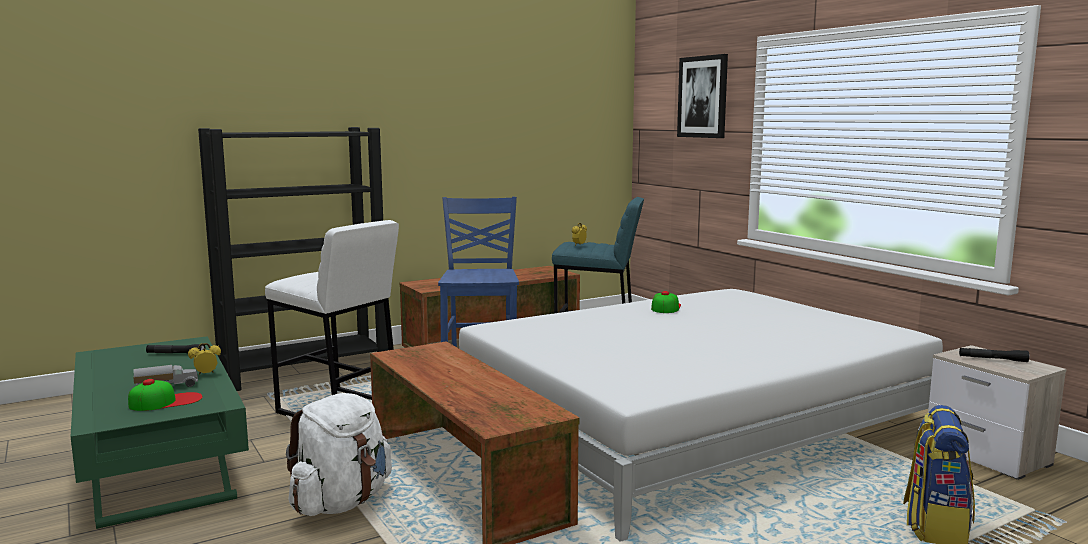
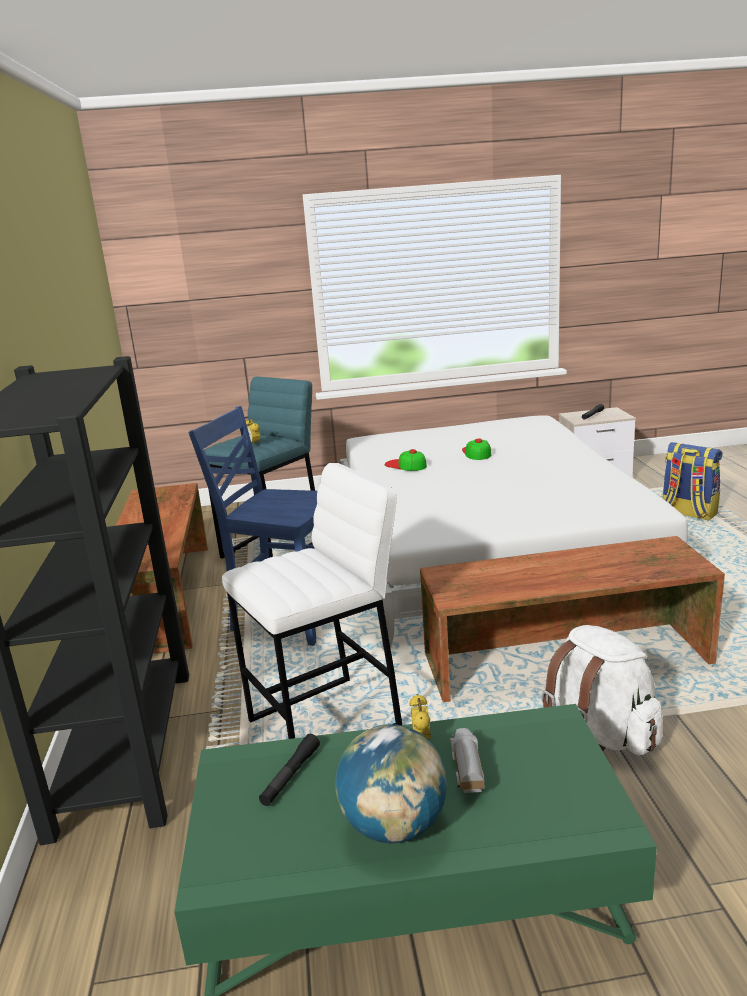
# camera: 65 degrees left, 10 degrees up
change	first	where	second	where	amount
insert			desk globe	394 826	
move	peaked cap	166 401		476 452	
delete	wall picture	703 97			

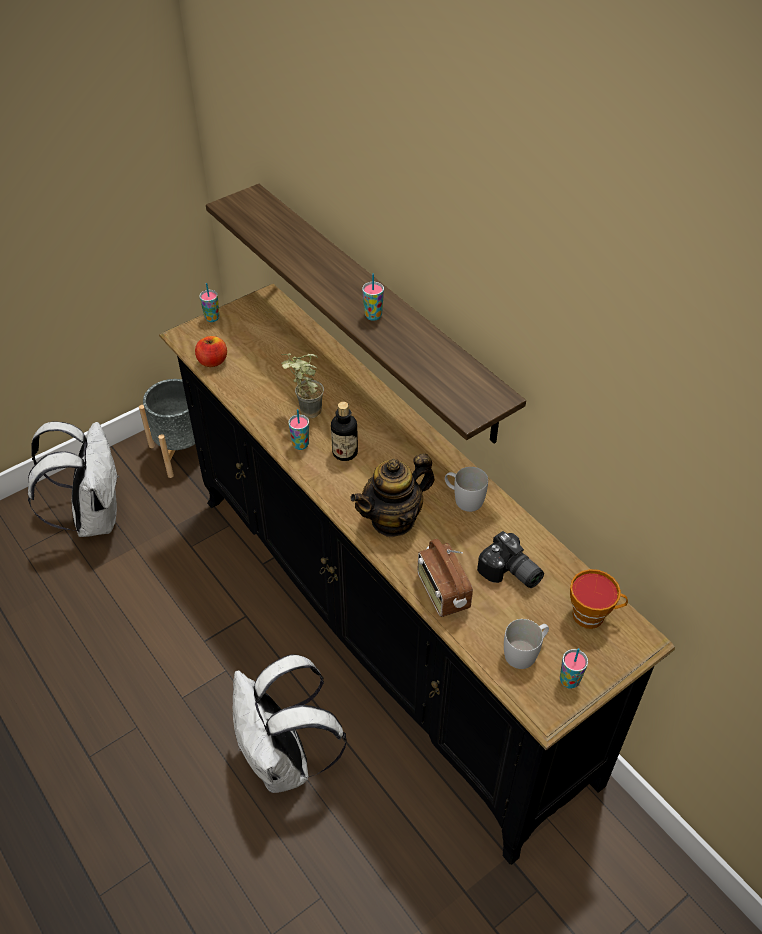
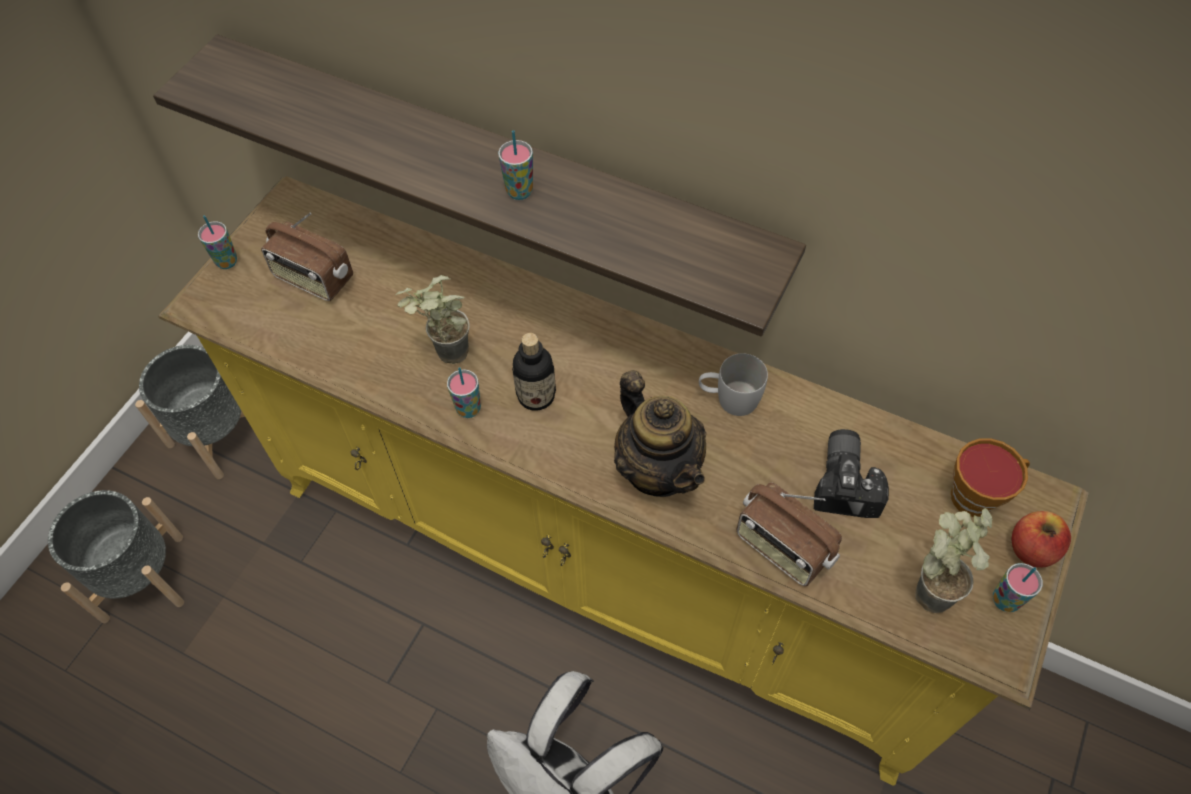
# camera: 25 degrees left, 10 degrees up
change	first	where	second	where	amount
replace	knapsack (whitish)	93 517	flower pot (greyish)	142 578	
recolor	chest of drawers (black-coloured)	381 631	chest of drawers (yellowish)	600 566	
insert			radio	313 279	
rotate	tea pot	393 519		658 469	60 degrees counterclockwise
rotate	still camera	510 573		848 481	105 degrees counterclockwise
replace	mug (whitish)	525 652	plant in a pot	931 585	
move	apple fruit	212 361		1031 548	

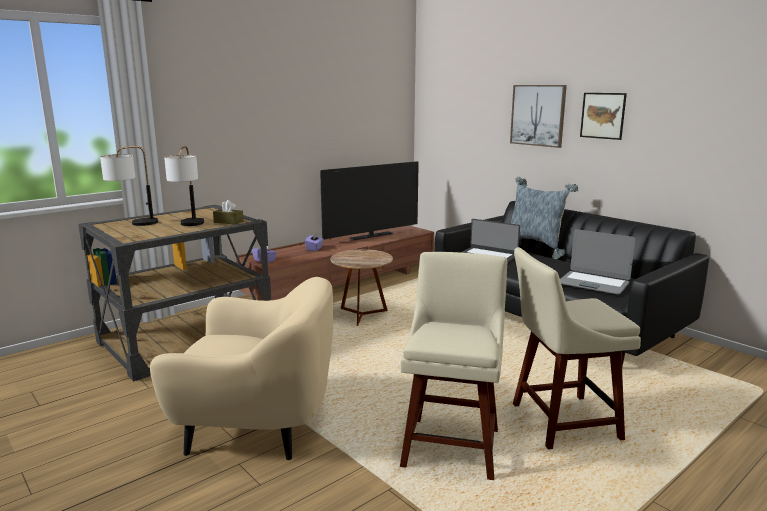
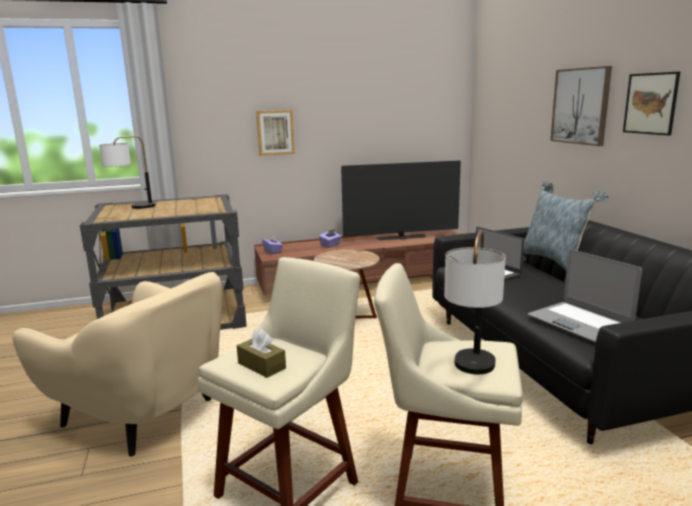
# camera: 25 degrees right, 0 degrees up
change	first	where	second	where	amount
move	box of tissues (brown)	228 222		261 366	
insert			wall picture	275 132	
move	tabletop lamp	189 226		471 374	

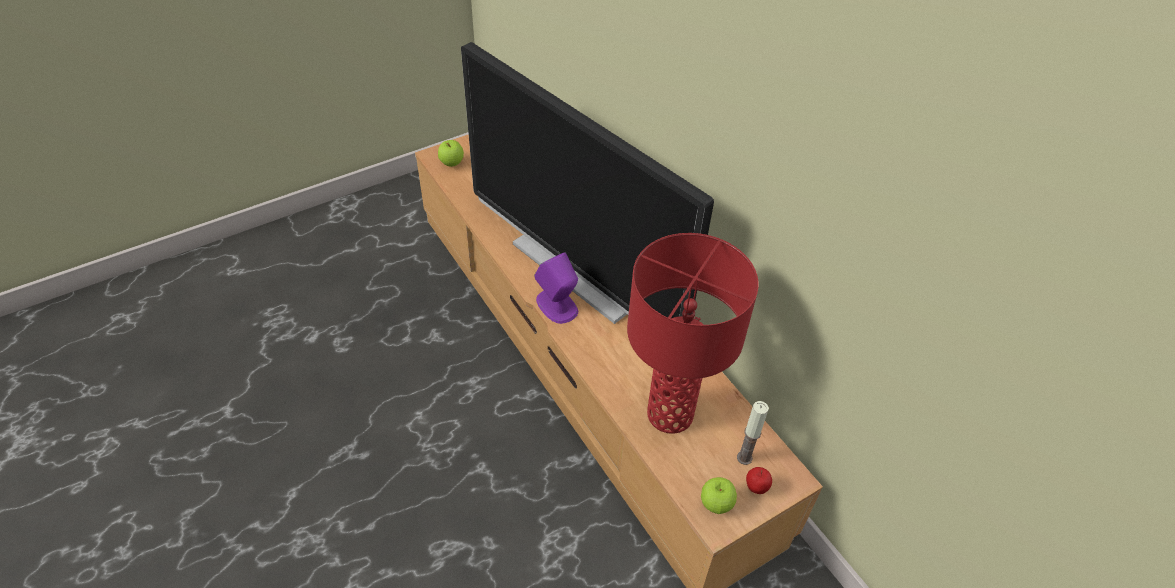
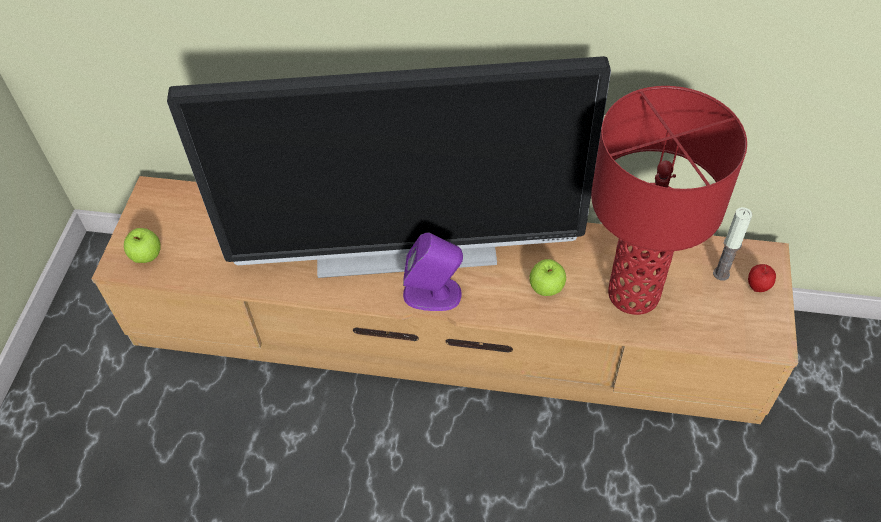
# camera: 45 degrees left, 5 degrees up
change	first	where	second	where	amount
move	apple fruit	716 504		546 288	

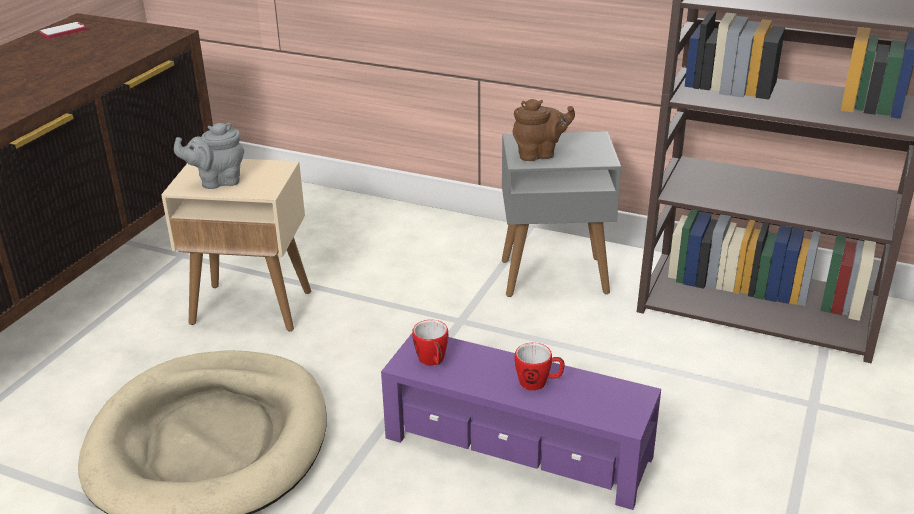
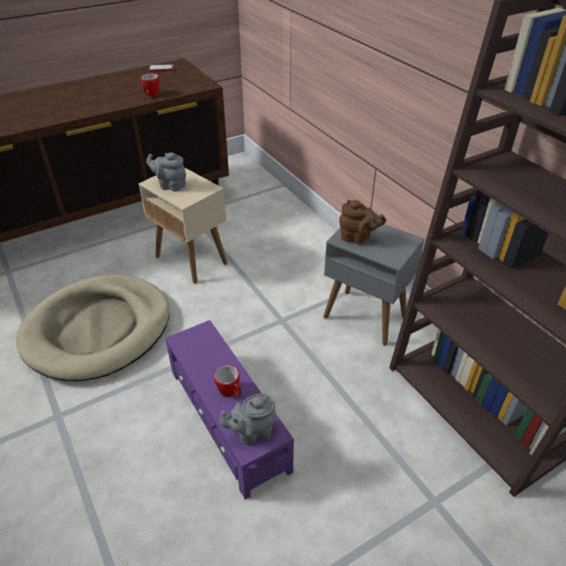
# camera: 35 degrees right, 10 degrees up
change	first	where	second	where	amount
move	mug	433 361		151 95	
insert			tea pot (greyish)	252 432	

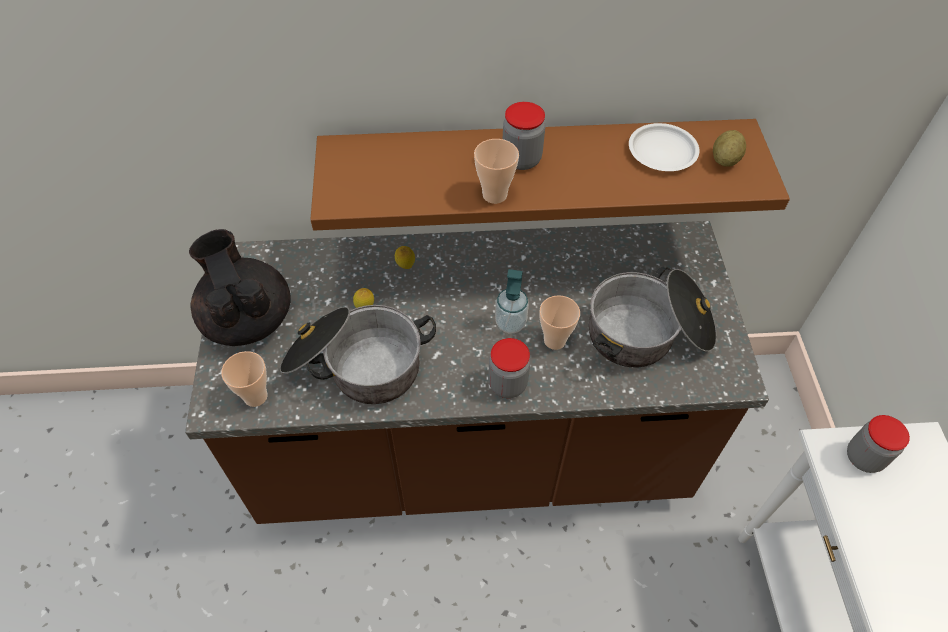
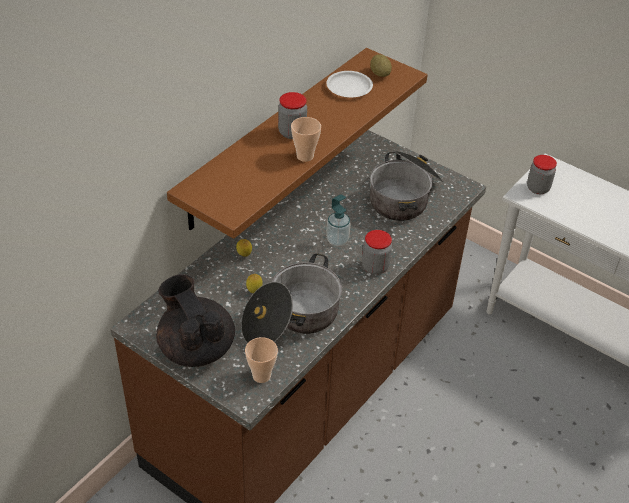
# camera: 50 degrees left, 10 degrees down
change	first	where	second	where	amount
rotate	tea pot (black-coloured)	247 319		196 347	45 degrees clockwise
delete	cup	555 340			

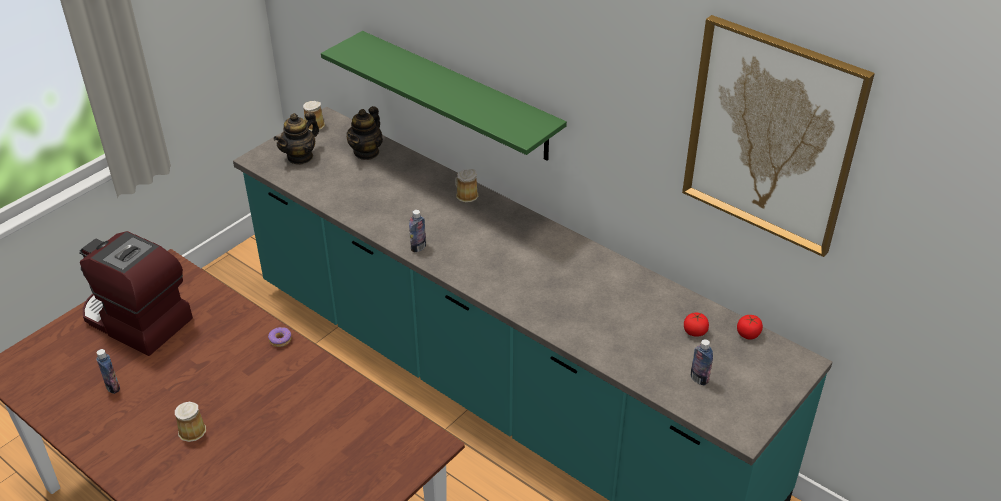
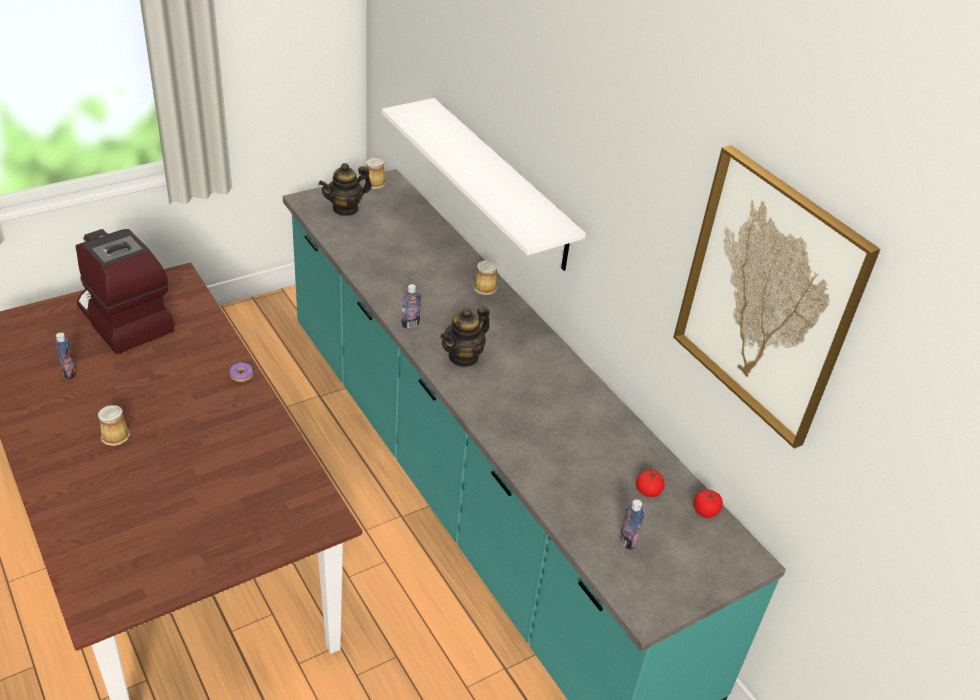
# camera: 15 degrees right, 0 degrees up
change	first	where	second	where	amount
recolor	shelf (greenish)	459 96	shelf (whitish)	501 183	
move	tea pot	366 152		463 357	

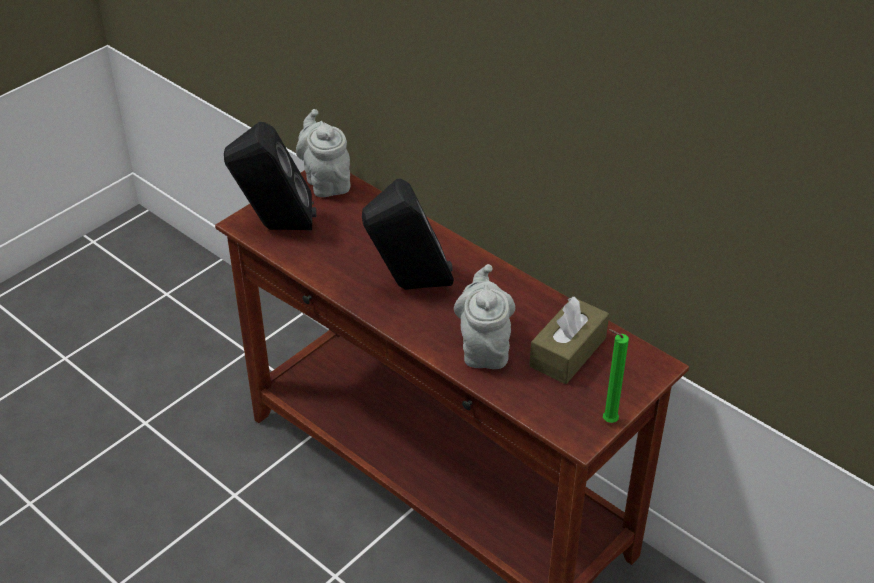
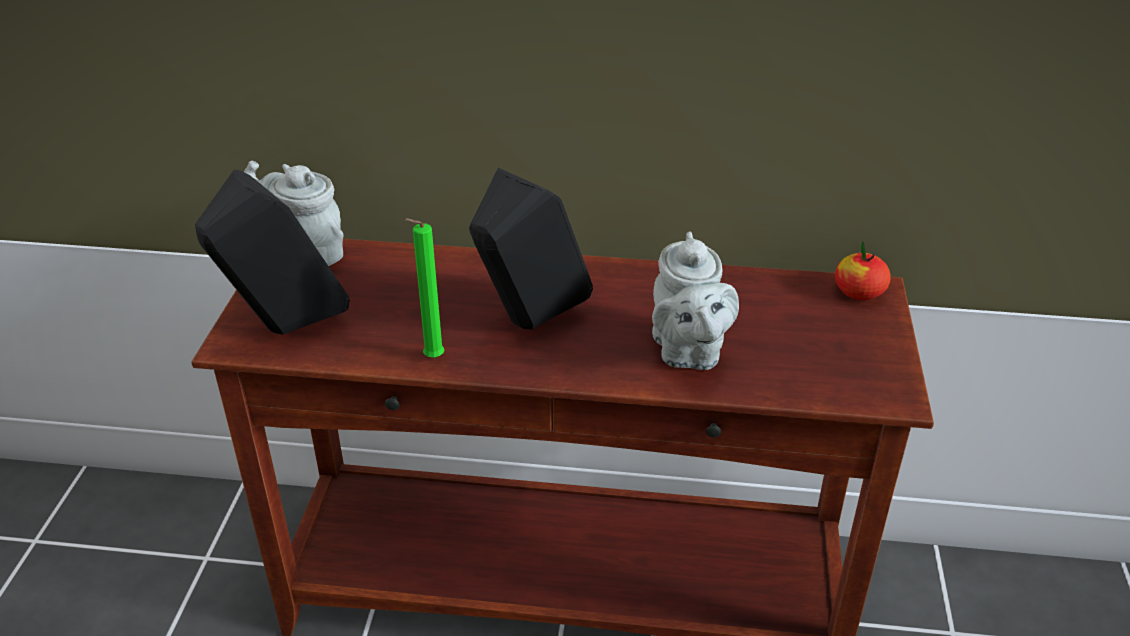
# camera: 35 degrees left, 5 degrees down
change	first	where	second	where	amount
move	wax candle (greenish)	607 421		431 359	
rotate	tea pot (greyish)	484 348		687 352	150 degrees counterclockwise
insert			apple fruit	859 292	
delete	box of tissues (brown)	568 352			

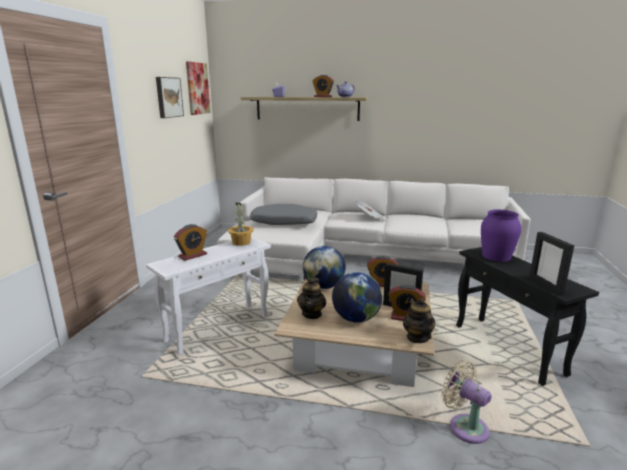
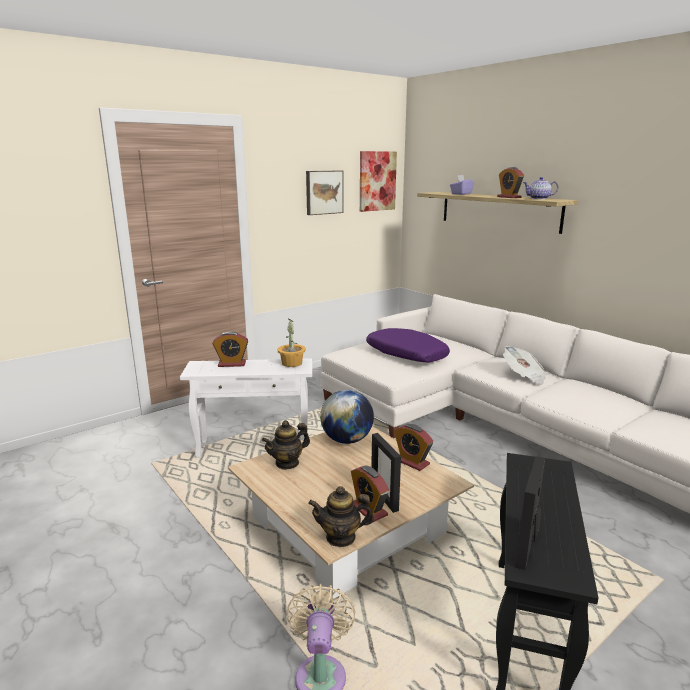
# camera: 40 degrees right, 0 degrees up
change	first	where	second	where	amount
rotate	tea pot	417 337		341 537	120 degrees counterclockwise
recolor	cushion (greyish)	283 222	cushion (purple)	405 354	
delete	desk globe	356 319			
delete	decorative vase (purple)	496 256			

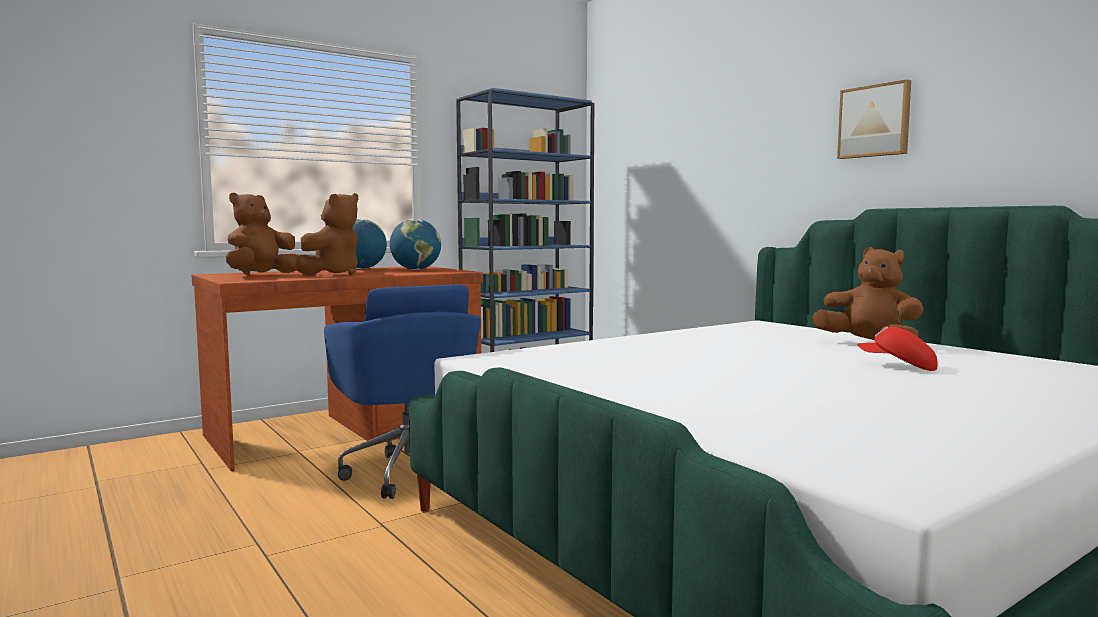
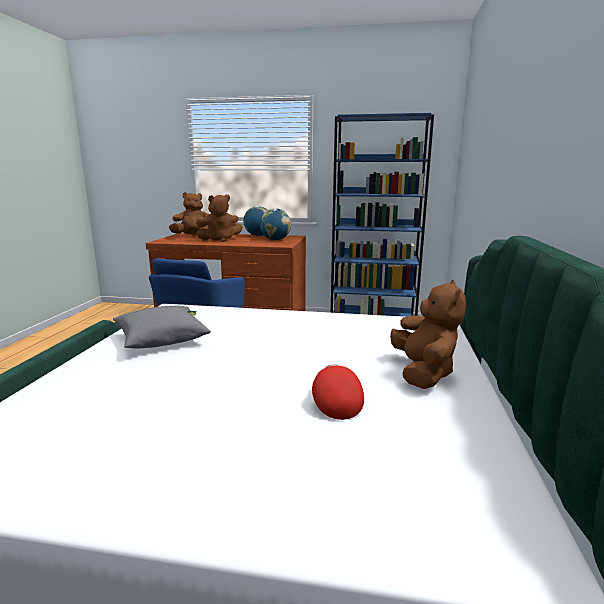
# camera: 45 degrees right, 10 degrees up
change	first	where	second	where	amount
insert			cushion (greyish)	161 340	
delete	wall picture	875 121			

